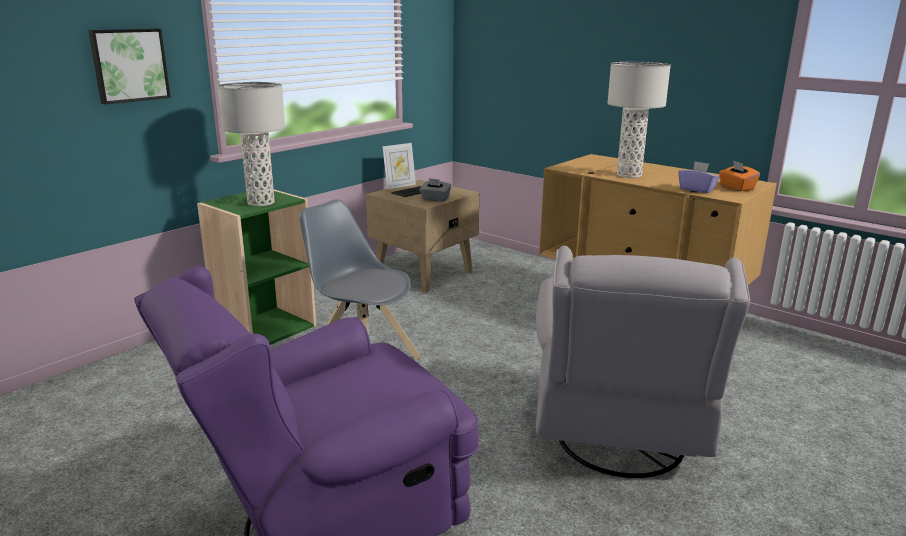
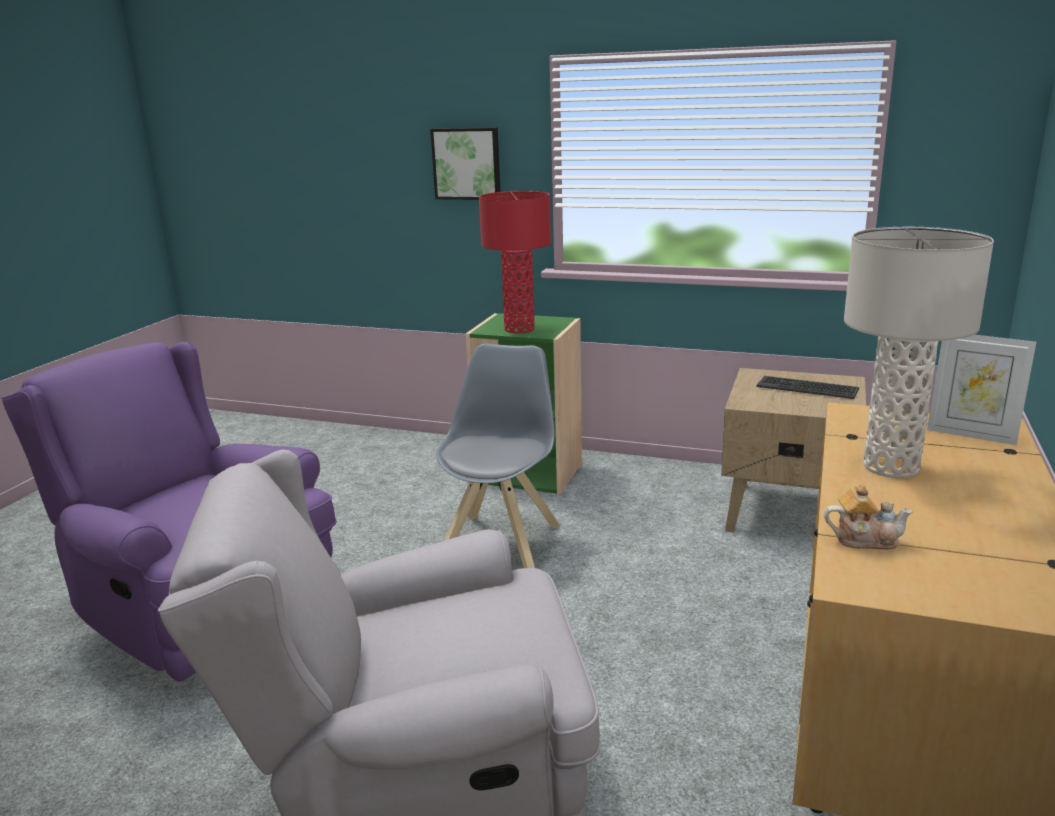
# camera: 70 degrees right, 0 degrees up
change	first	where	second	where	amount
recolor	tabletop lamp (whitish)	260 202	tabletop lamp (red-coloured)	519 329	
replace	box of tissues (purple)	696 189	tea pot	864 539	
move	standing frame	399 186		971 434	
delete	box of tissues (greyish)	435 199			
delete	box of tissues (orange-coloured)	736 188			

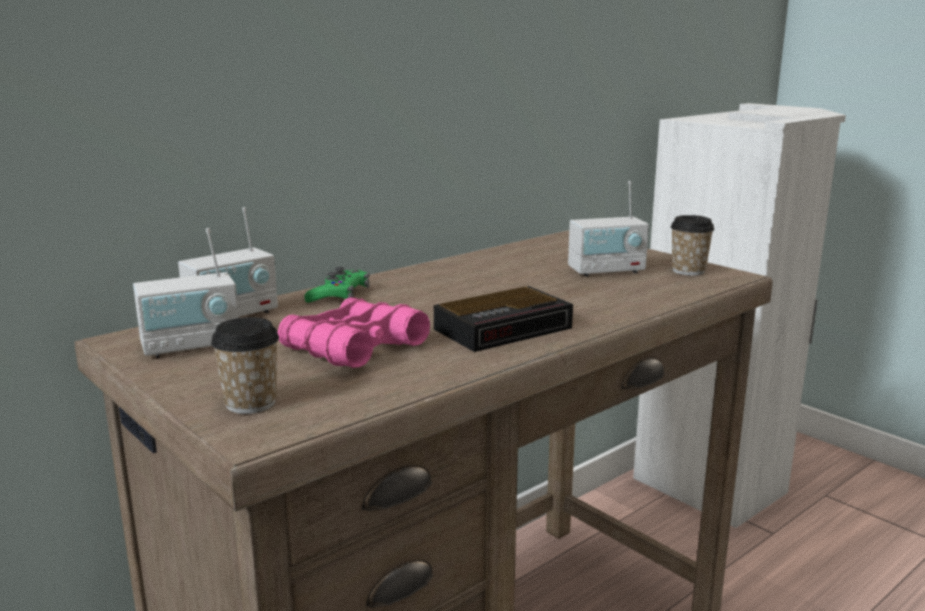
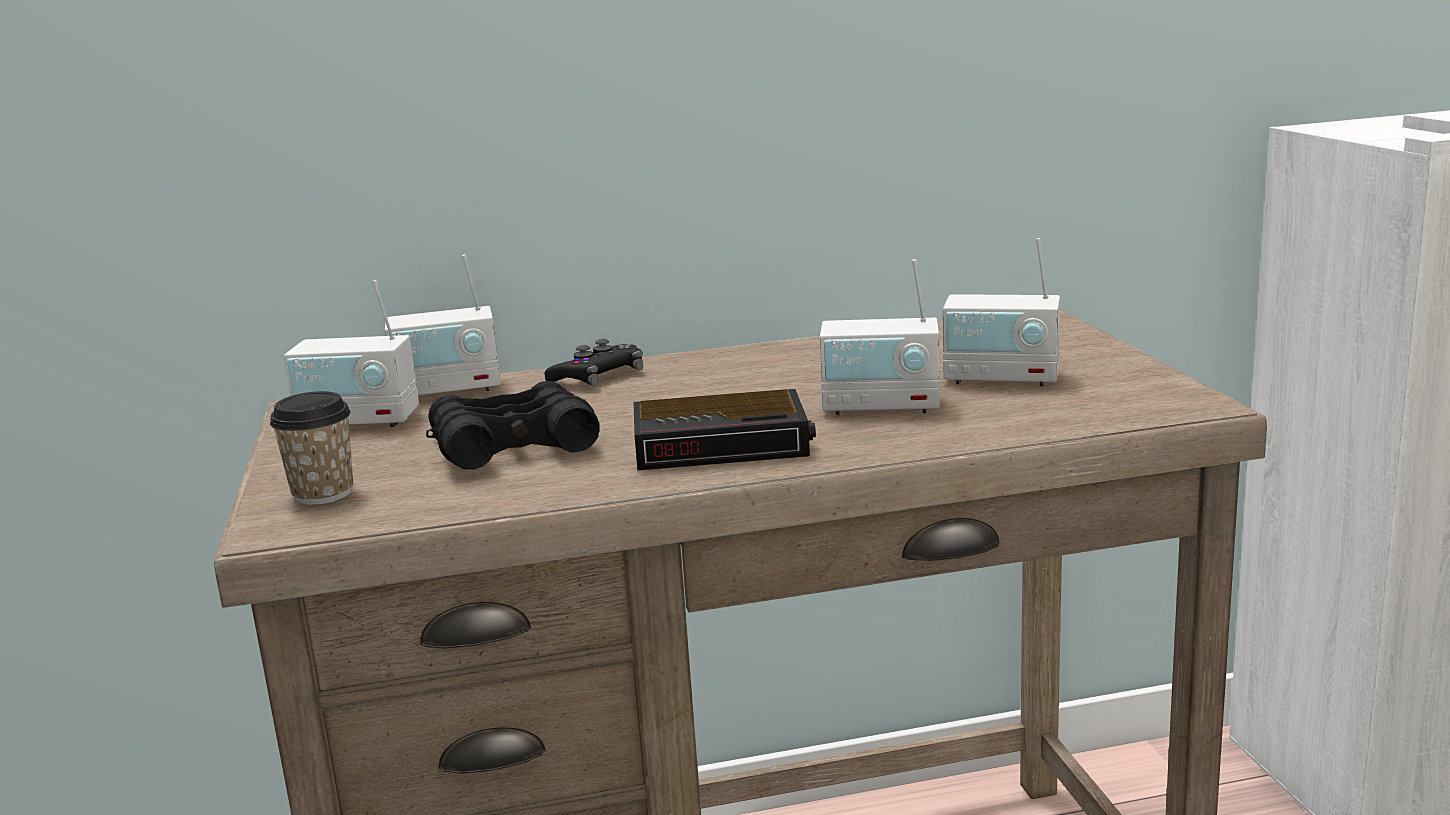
# camera: 30 degrees right, 0 degrees up
change	first	where	second	where	amount
recolor	binoculars (pink-coloured)	354 348	binoculars (black-coloured)	513 446	
recolor	game controller (greenish)	339 294	game controller (black-coloured)	597 376	
insert			radio	881 406	
delete	cup	688 271			

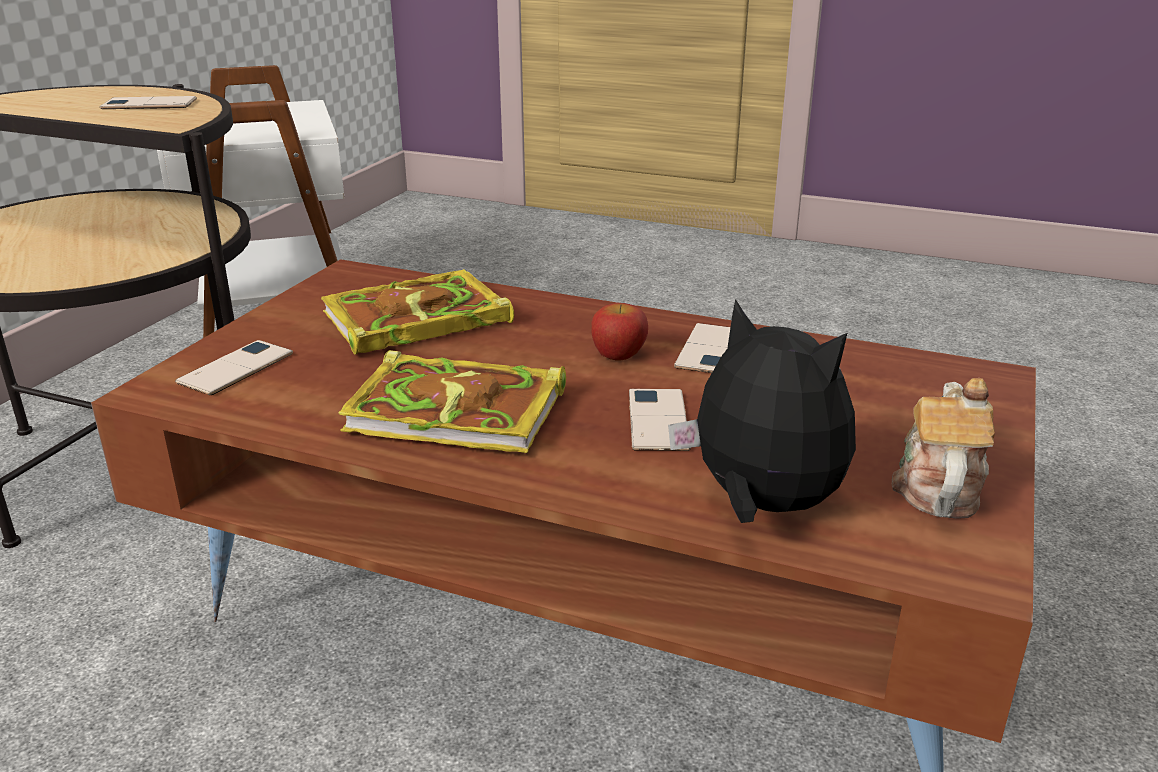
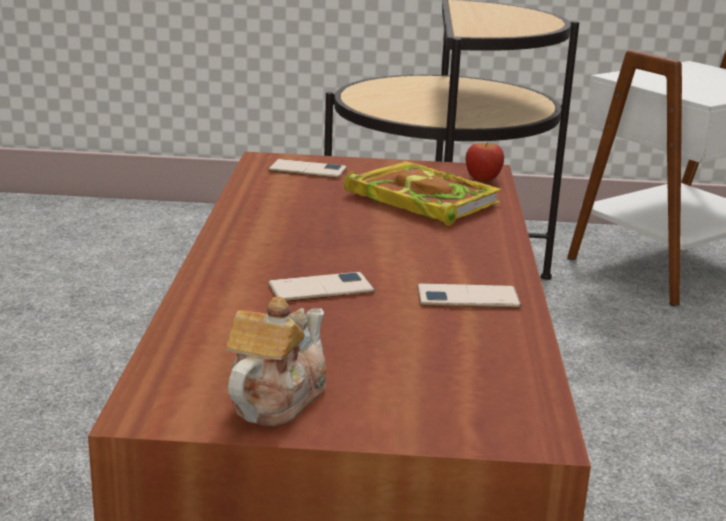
# camera: 70 degrees right, 5 degrees down
change	first	where	second	where	amount
rotate	tea pot	936 487		275 399	60 degrees counterclockwise
move	apple fruit	619 355		483 179	
delete	telephone	149 104			
delete	book	462 412			
delete	soft toy	760 506			

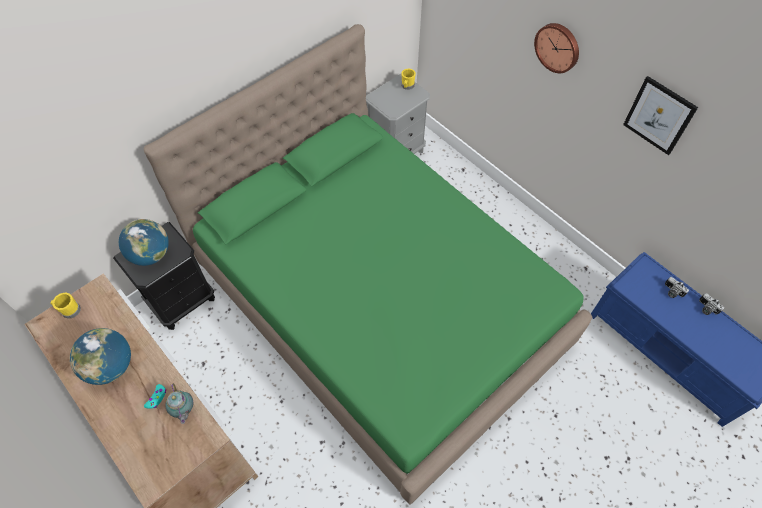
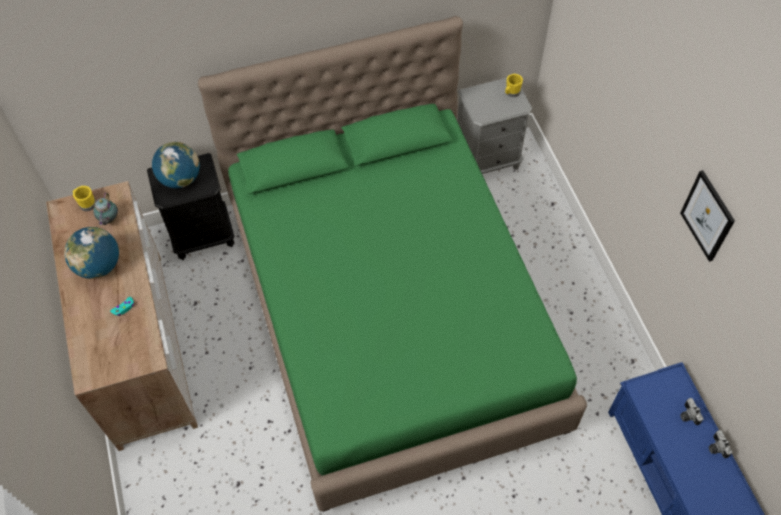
# camera: 25 degrees right, 0 degrees up
change	first	where	second	where	amount
move	tea pot	184 410		109 220	
delete	wall clock	558 47			

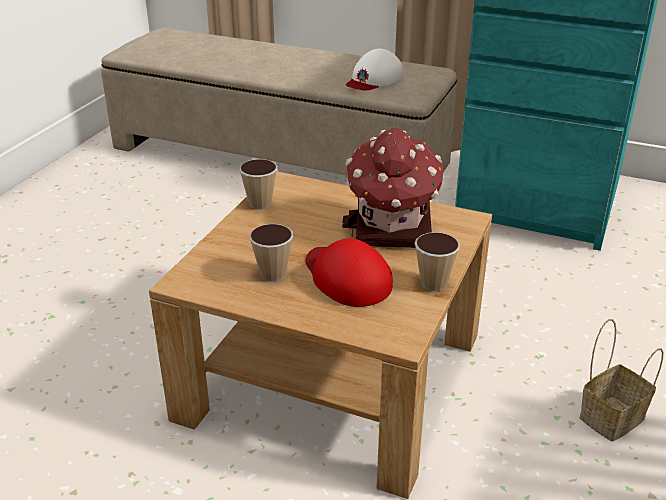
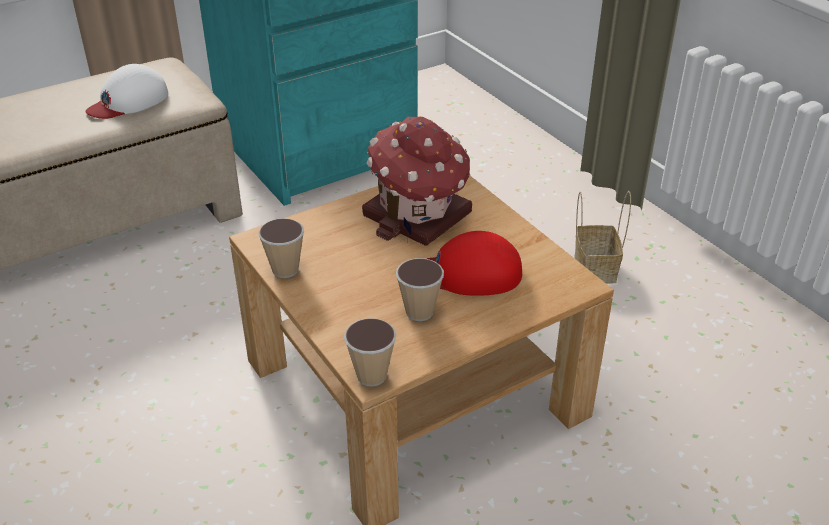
# camera: 55 degrees left, 5 degrees up
change	first	where	second	where	amount
rotate	peaked cap (whitish)	373 79		128 101	60 degrees clockwise
move	cup	433 283		371 375	

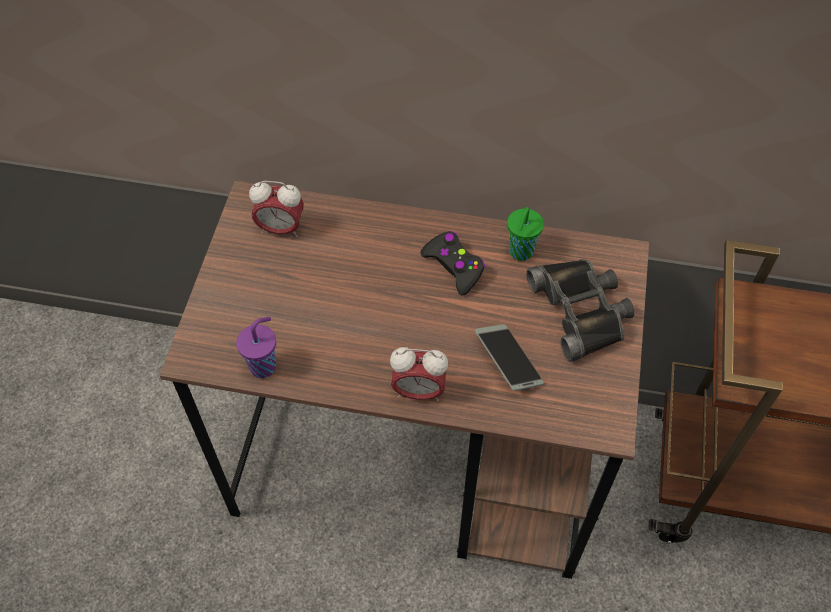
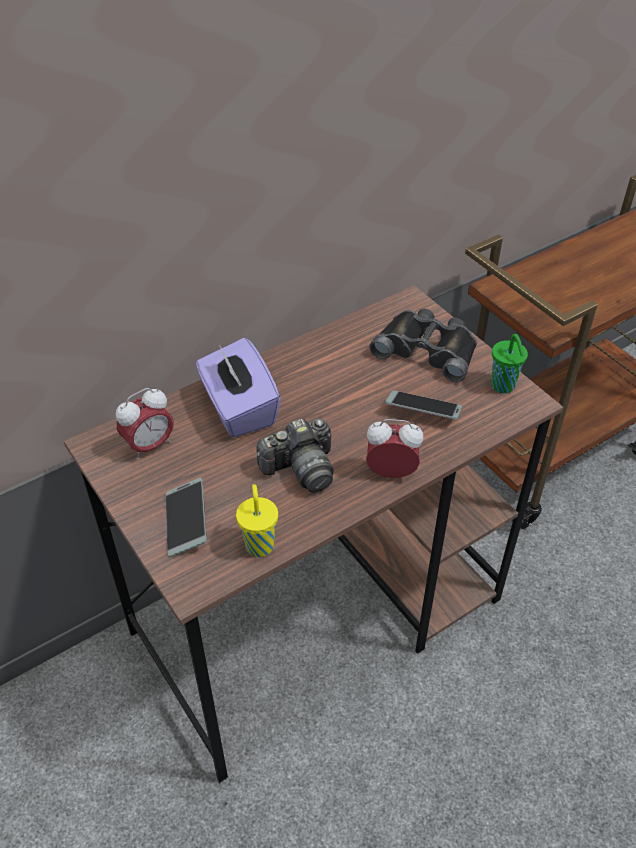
# camera: 45 degrees left, 10 degrees down
change	first	where	second	where	amount
insert			telephone	186 522	
insert			box of tissues (purple)	239 409	
recolor	cup (purple)	264 365	cup (yellowish)	259 544	
insert			still camera	301 469	
rotate	bedside clock	418 391		391 472	135 degrees counterclockwise
move	cup (greenish)	520 252		503 386	
delete	game controller (black-coloured)	454 266			

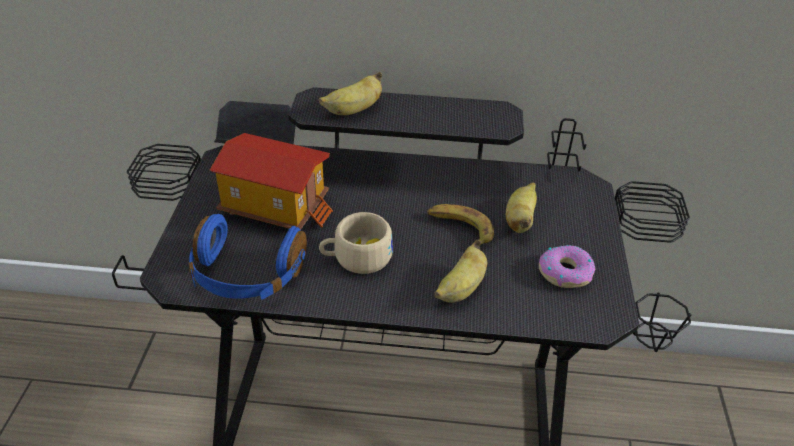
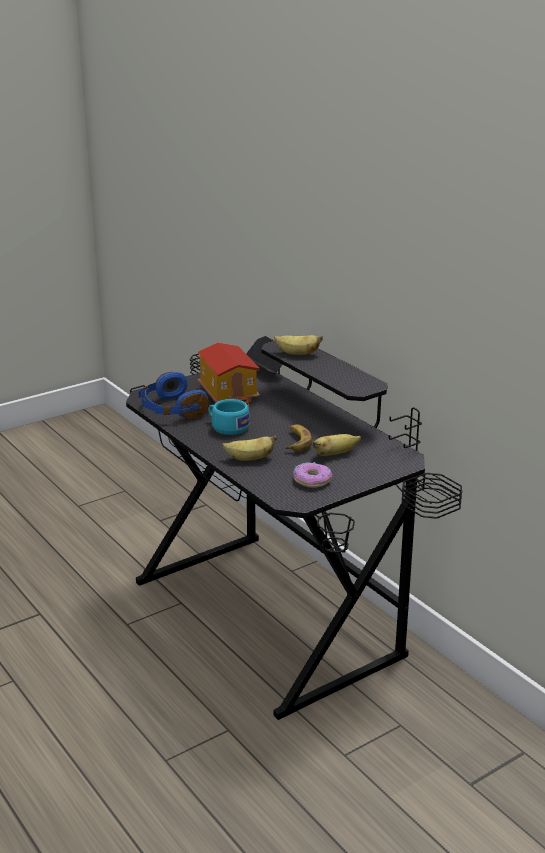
# camera: 50 degrees right, 15 degrees down
change	first	where	second	where	amount
recolor	cup (beige-coloured)	356 257	cup (blue-green)	227 427	

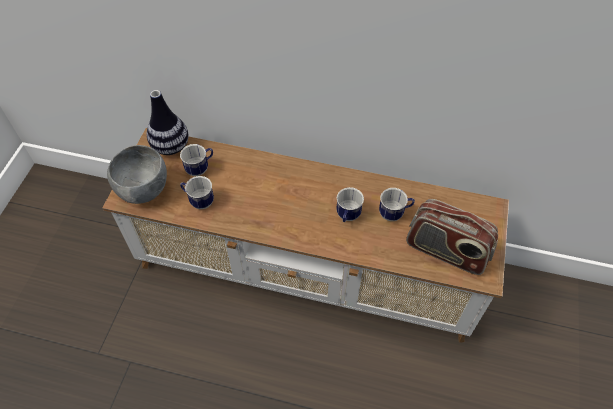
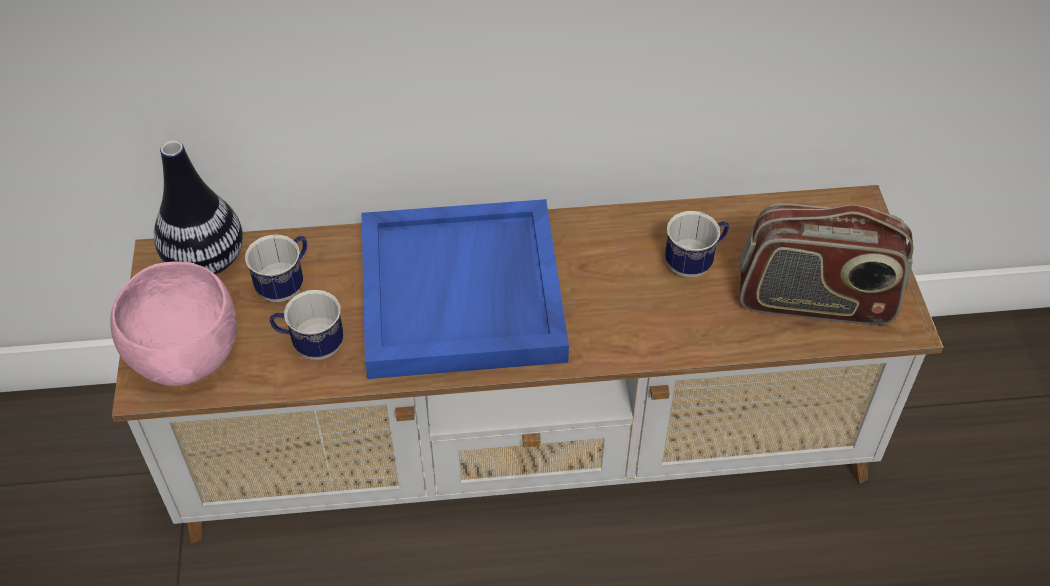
# camera: 20 degrees left, 5 degrees down
change	first	where	second	where	amount
recolor	bowl (greyish)	143 190	bowl (pink-coloured)	186 358	
insert			tray (bluish)	463 295	
delete	mug	347 217			

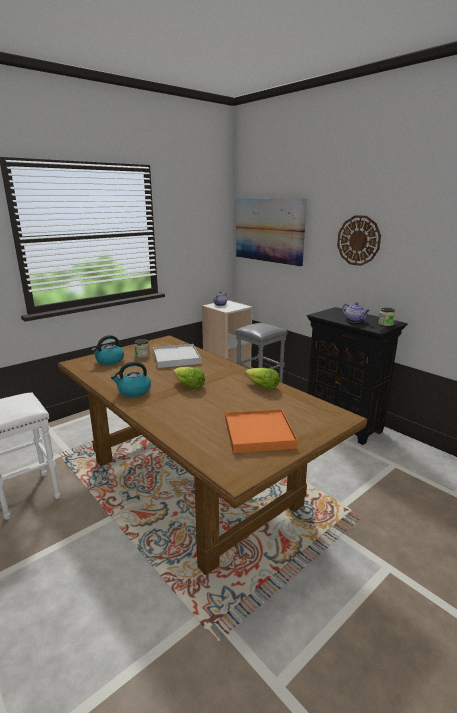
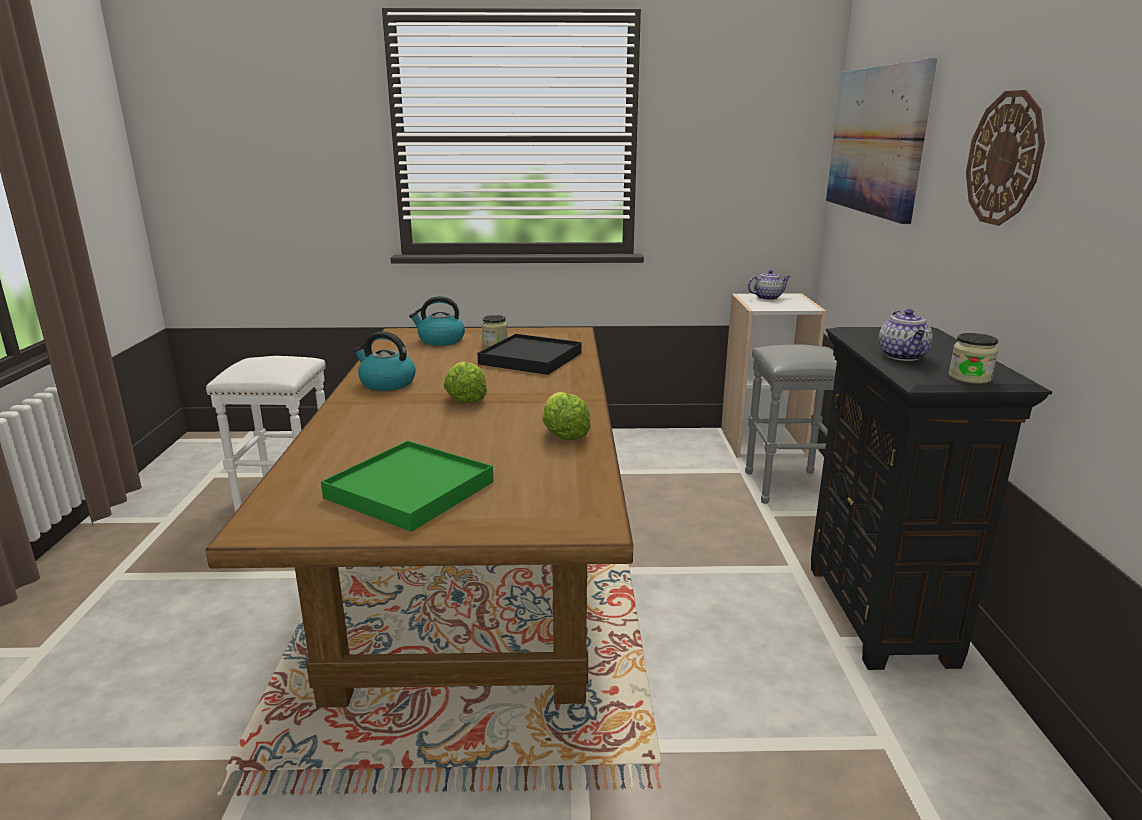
# camera: 40 degrees right, 0 degrees up
change	first	where	second	where	amount
recolor	tray (orange-coloured)	258 433	tray (greenish)	409 490	
recolor	tray (whitish)	176 358	tray (black-coloured)	530 358	

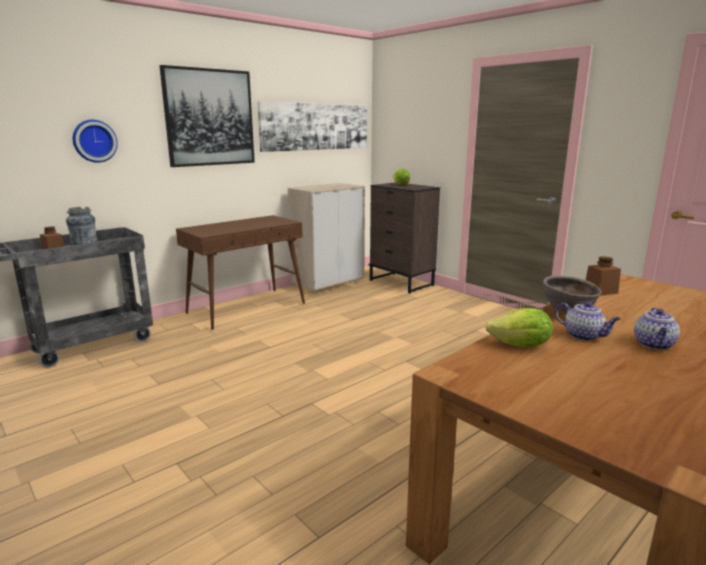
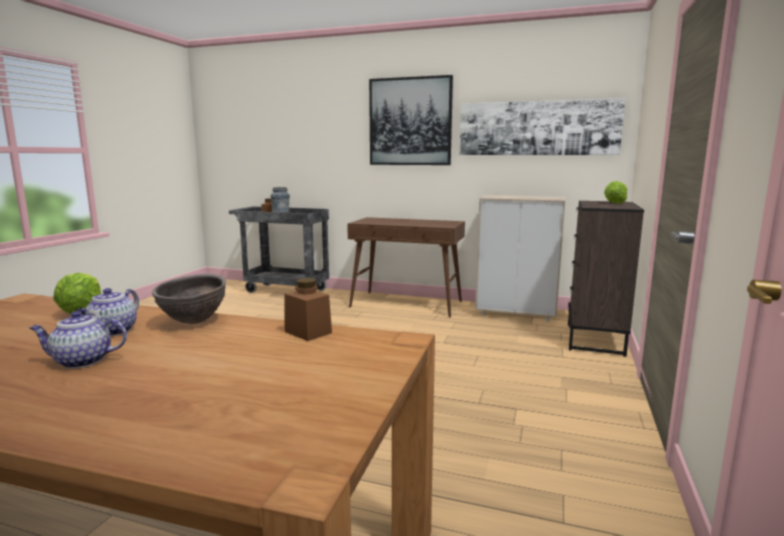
# camera: 60 degrees right, 5 degrees down
change	first	where	second	where	amount
delete	wall clock	94 141			

